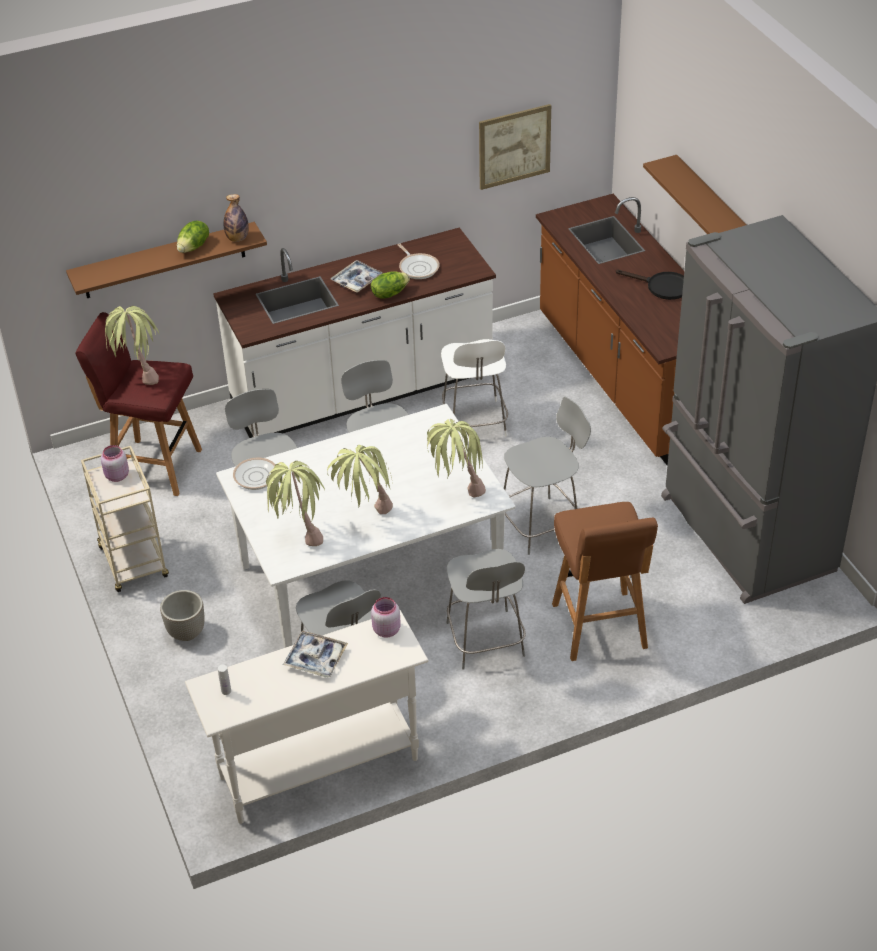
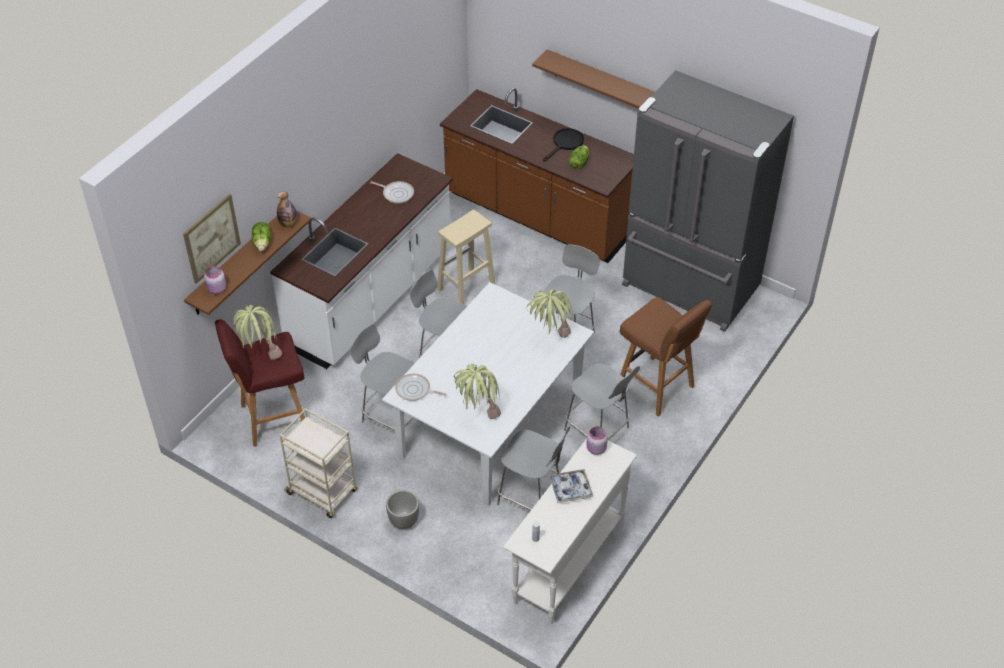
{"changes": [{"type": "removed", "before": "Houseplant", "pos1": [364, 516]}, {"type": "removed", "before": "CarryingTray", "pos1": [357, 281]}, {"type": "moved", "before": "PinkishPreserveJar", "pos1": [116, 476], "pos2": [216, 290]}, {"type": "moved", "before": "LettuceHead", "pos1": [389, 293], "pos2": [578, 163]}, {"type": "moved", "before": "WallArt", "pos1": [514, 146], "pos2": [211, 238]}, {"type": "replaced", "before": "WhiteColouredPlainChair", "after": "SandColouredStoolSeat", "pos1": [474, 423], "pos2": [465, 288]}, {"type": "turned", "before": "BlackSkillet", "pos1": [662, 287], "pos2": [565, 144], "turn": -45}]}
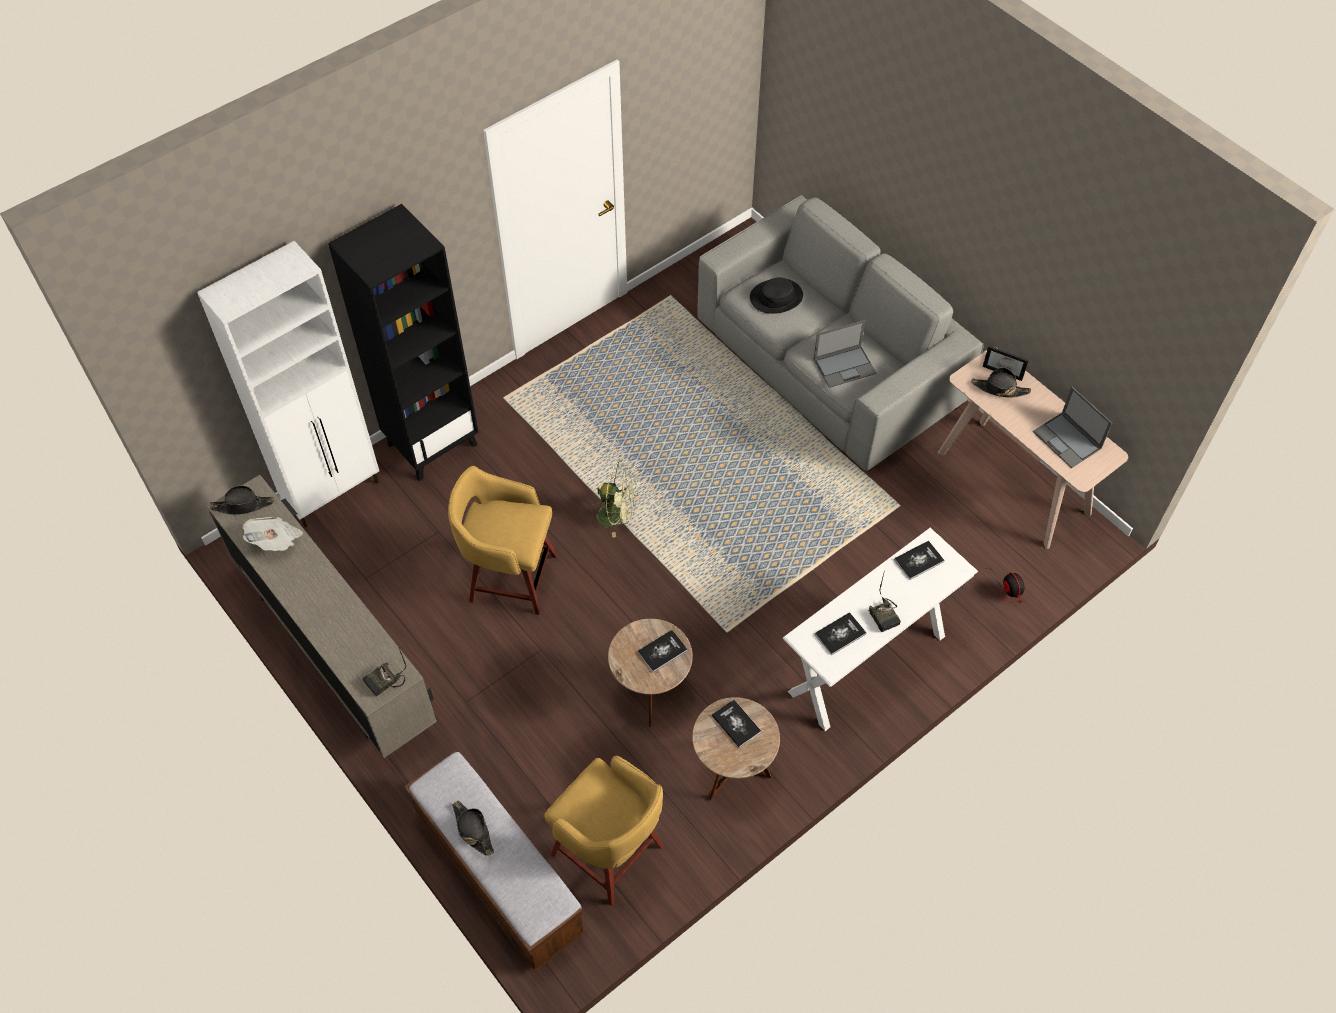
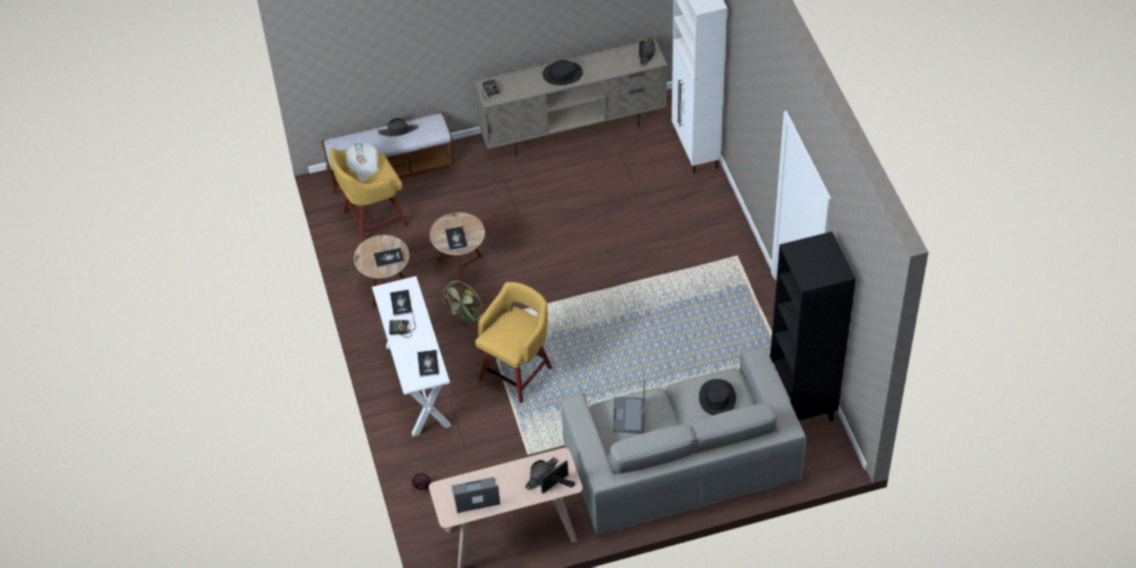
{"changes": [{"type": "added", "after": "BlackWearableHat", "pos2": [562, 74]}, {"type": "moved", "before": "DailyPaper", "pos1": [276, 541], "pos2": [363, 167]}, {"type": "moved", "before": "BlackBookshelf", "pos1": [432, 444], "pos2": [802, 404]}, {"type": "moved", "before": "YellowStoolSeat", "pos1": [510, 577], "pos2": [517, 372]}, {"type": "moved", "before": "GreenElectricFan", "pos1": [617, 516], "pos2": [468, 320]}]}
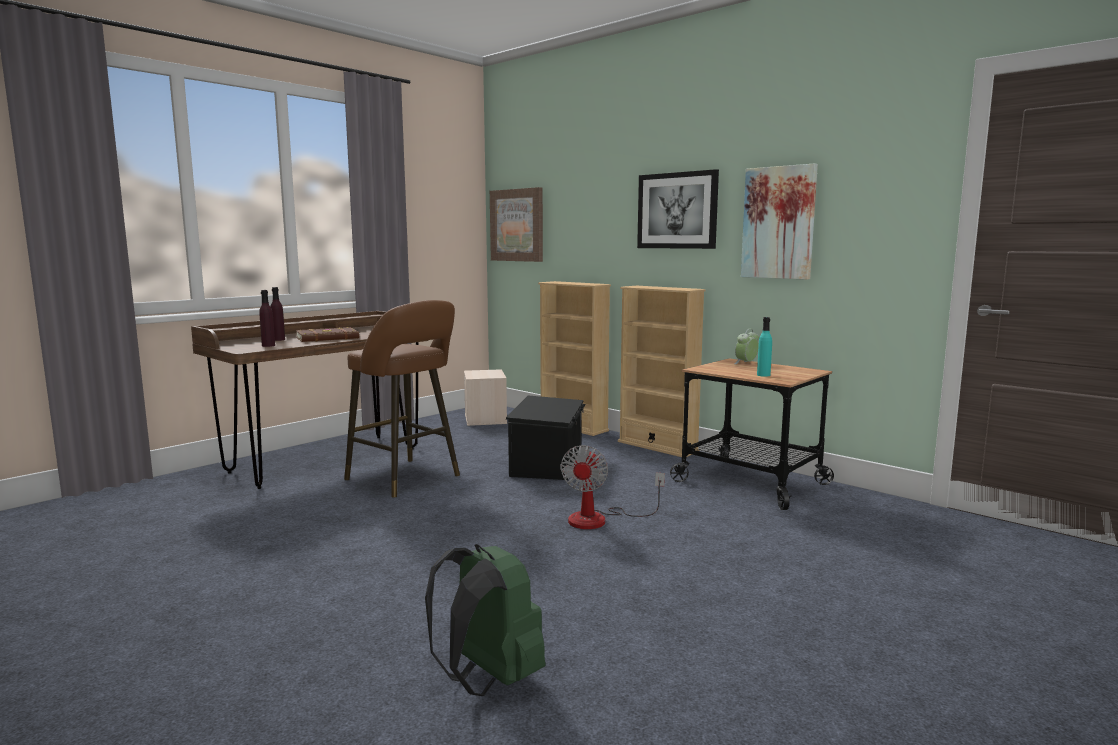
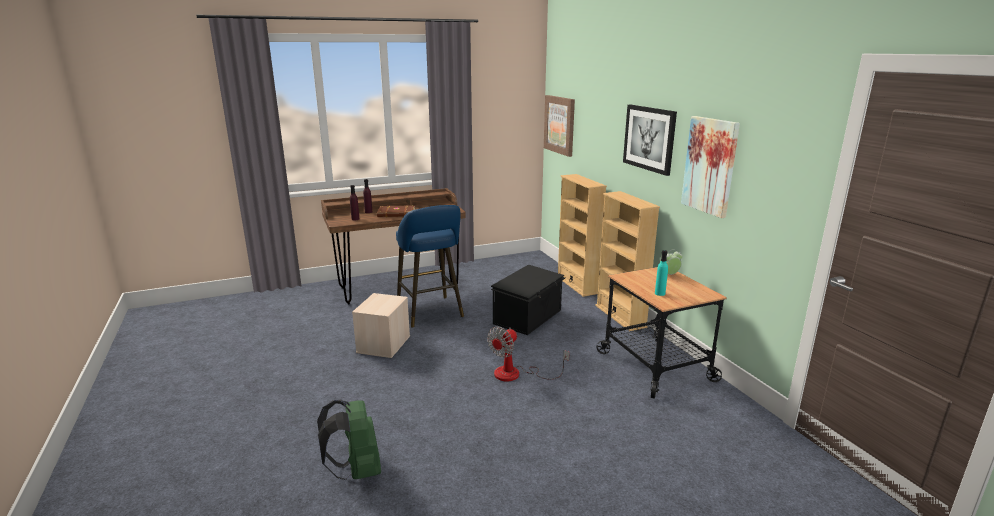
{"changes": [{"type": "moved", "before": "SandColouredStorageBin", "pos1": [486, 419], "pos2": [384, 344]}, {"type": "recoloured", "before": "BrownStoolSeat", "after": "BlueColouredStoolSeat", "pos1": [407, 479], "pos2": [431, 313]}]}
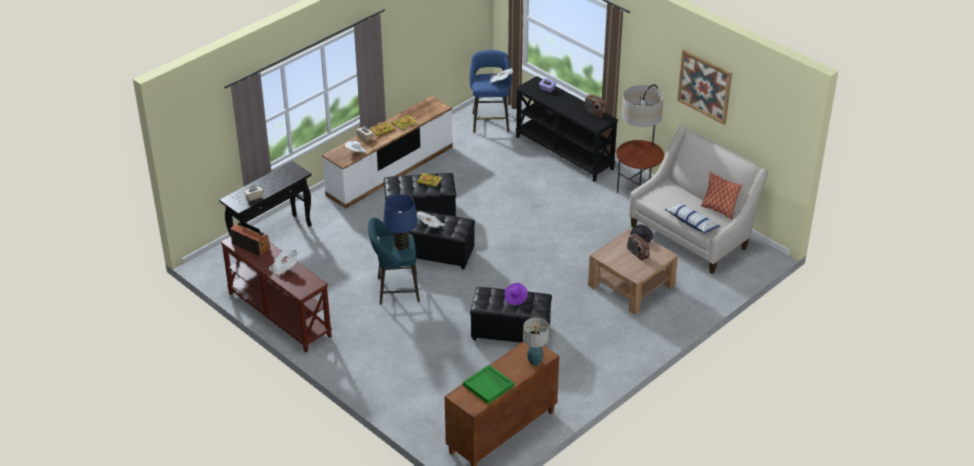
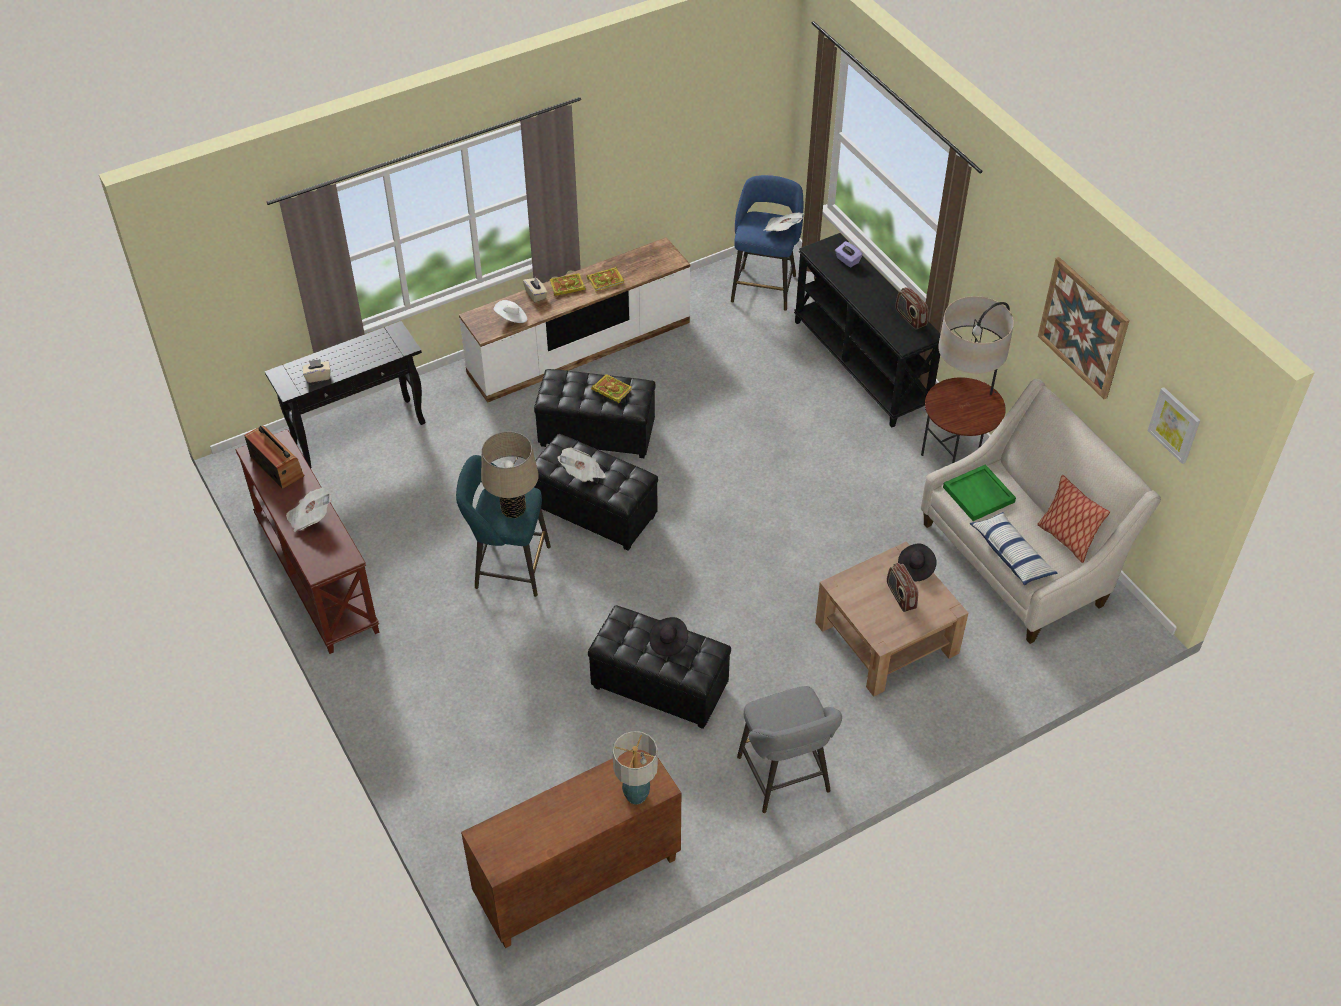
{"changes": [{"type": "added", "after": "GreyStoolSeat", "pos2": [785, 779]}, {"type": "added", "after": "WallArt", "pos2": [1175, 424]}, {"type": "moved", "before": "GreenCarryingTray", "pos1": [489, 385], "pos2": [979, 495]}, {"type": "recoloured", "before": "BlueColouredTabletopLamp", "after": "SandColouredTabletopLamp", "pos1": [401, 246], "pos2": [513, 509]}, {"type": "recoloured", "before": "PurpleColouredWearableHat", "after": "BlackWearableHat", "pos1": [515, 298], "pos2": [668, 642]}]}
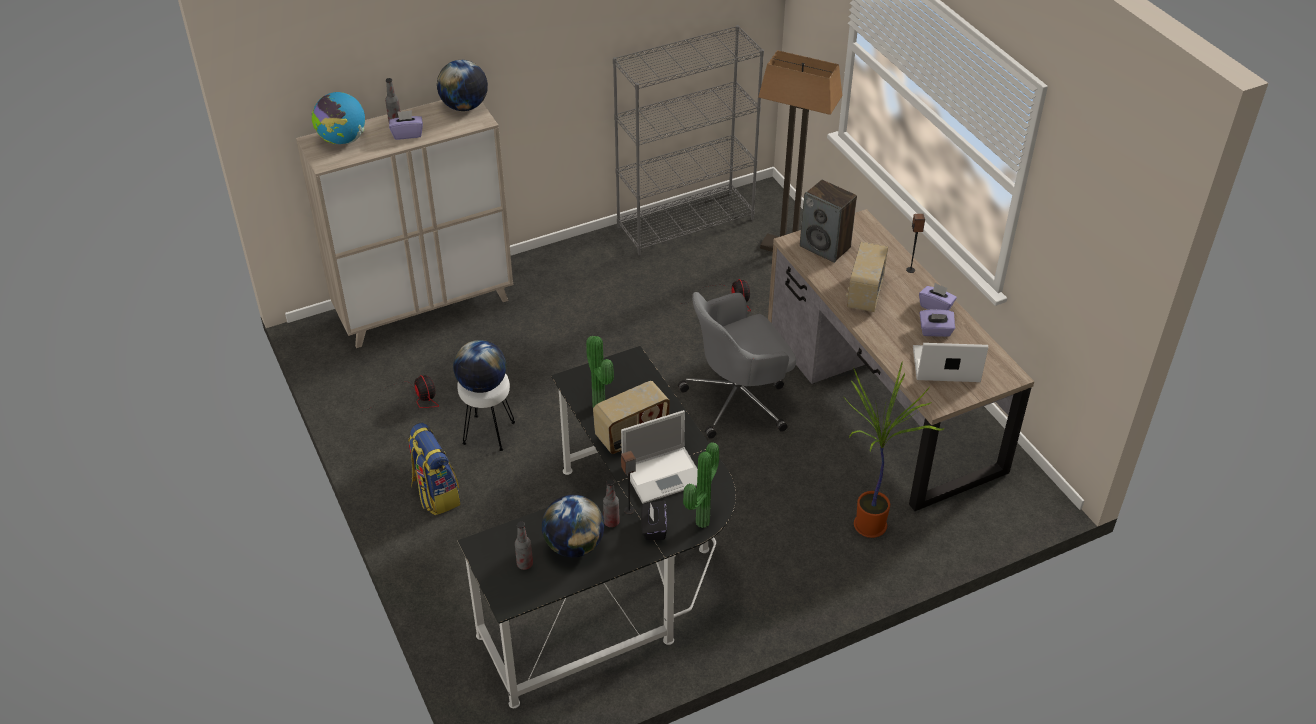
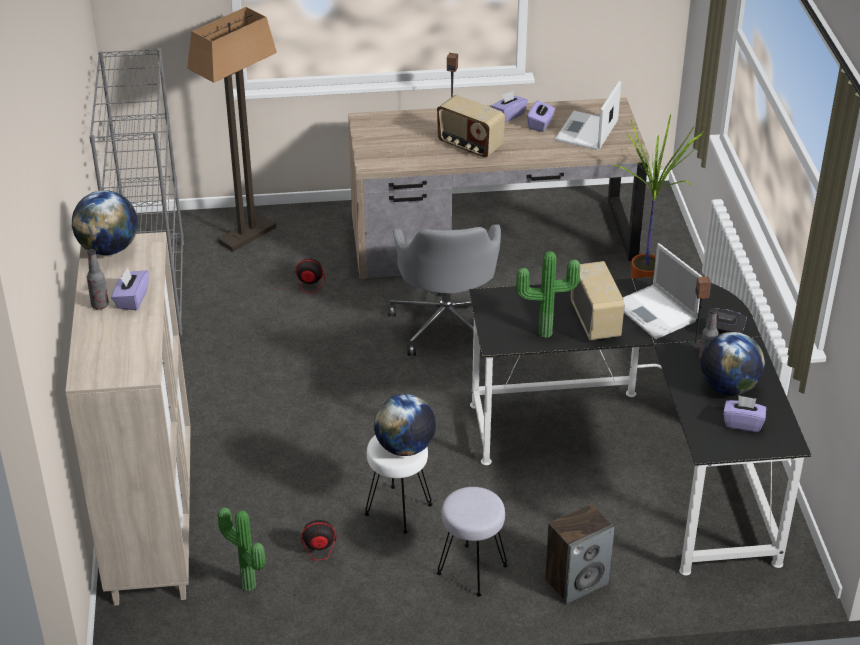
{"changes": [{"type": "removed", "before": "Globe", "pos1": [342, 140]}, {"type": "moved", "before": "Houseplant", "pos1": [700, 521], "pos2": [246, 587]}, {"type": "moved", "before": "Loudspeaker", "pos1": [825, 247], "pos2": [576, 581]}, {"type": "replaced", "before": "Rucksack", "after": "GreyStoolSeat", "pos1": [435, 494], "pos2": [471, 570]}, {"type": "replaced", "before": "BeverageBottle", "after": "PurpleColouredBoxOfTissues", "pos1": [525, 564], "pos2": [742, 423]}, {"type": "turned", "before": "PortableComputer", "pos1": [664, 474], "pos2": [656, 313], "turn": 150}]}
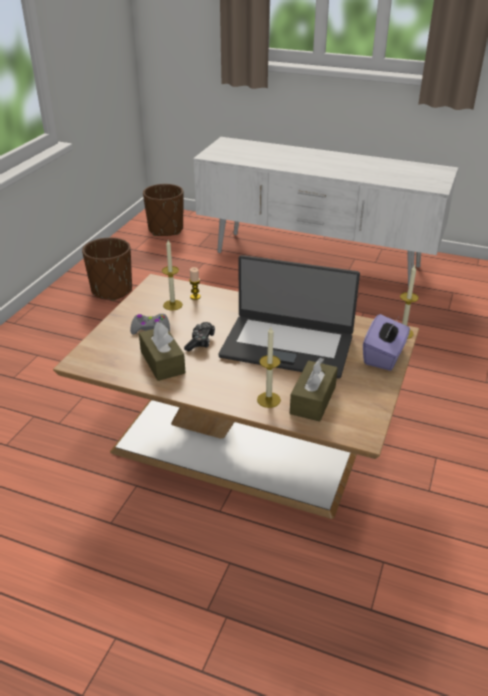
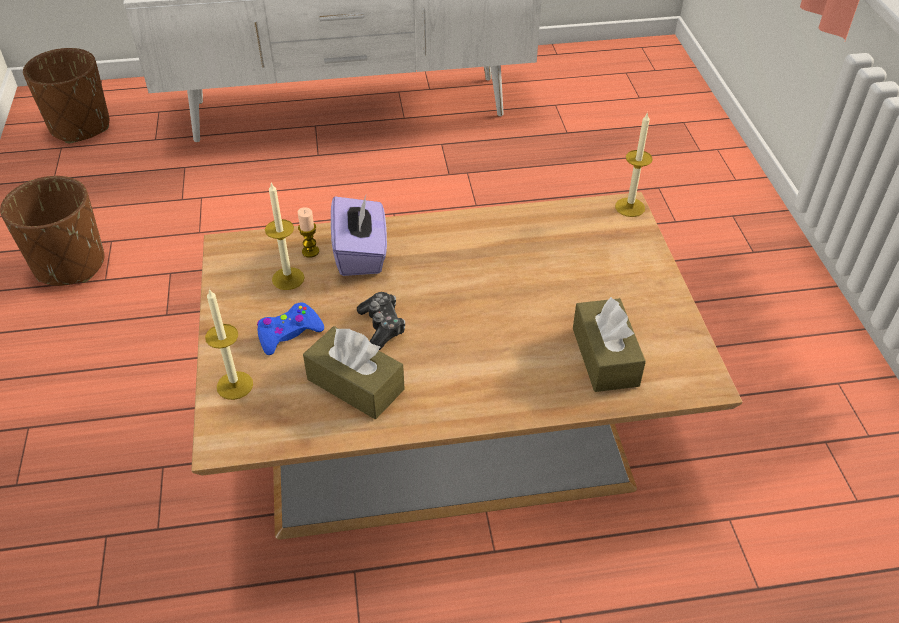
{"changes": [{"type": "removed", "before": "PortableComputer", "pos1": [287, 345]}, {"type": "moved", "before": "WaxCandle", "pos1": [268, 400], "pos2": [234, 385]}, {"type": "moved", "before": "PurpleColouredBoxOfTissues", "pos1": [384, 356], "pos2": [361, 254]}, {"type": "recoloured", "before": "GreyGamepad", "after": "BlueColouredGamepad", "pos1": [150, 328], "pos2": [289, 333]}]}
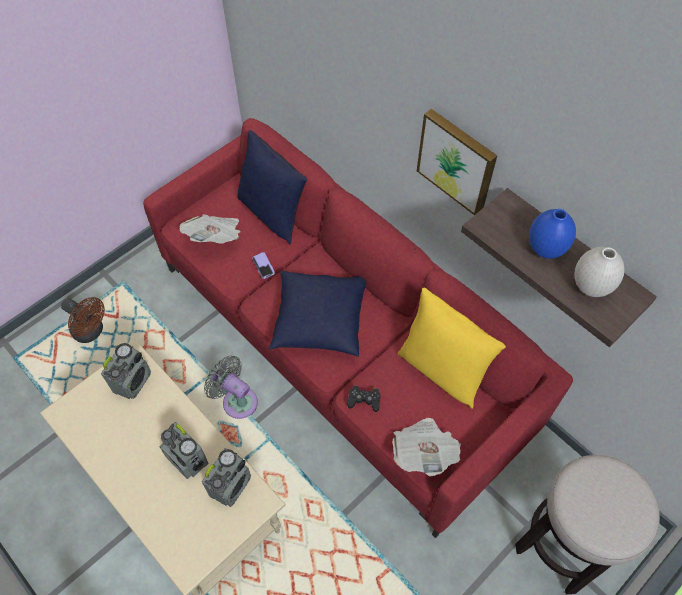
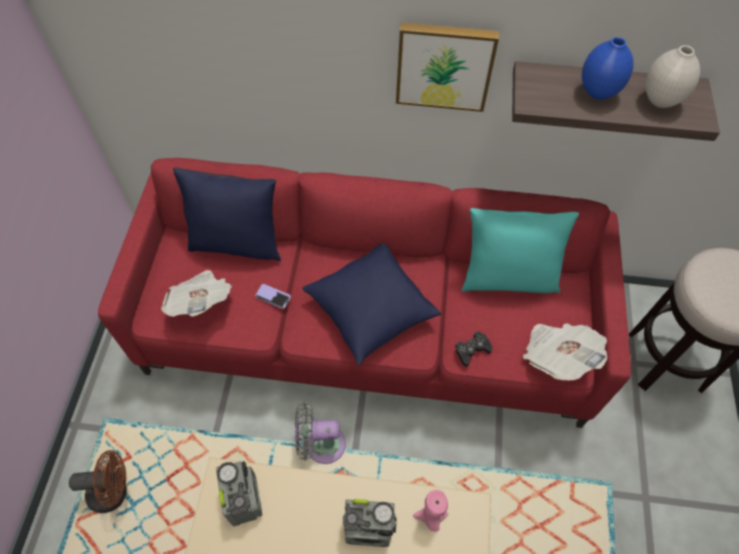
{"changes": [{"type": "replaced", "before": "RadioReceiver", "after": "PinkishWaxCandle", "pos1": [231, 485], "pos2": [430, 518]}, {"type": "recoloured", "before": "YellowCushion", "after": "TurquoiseColouredCushion", "pos1": [442, 369], "pos2": [507, 278]}]}
